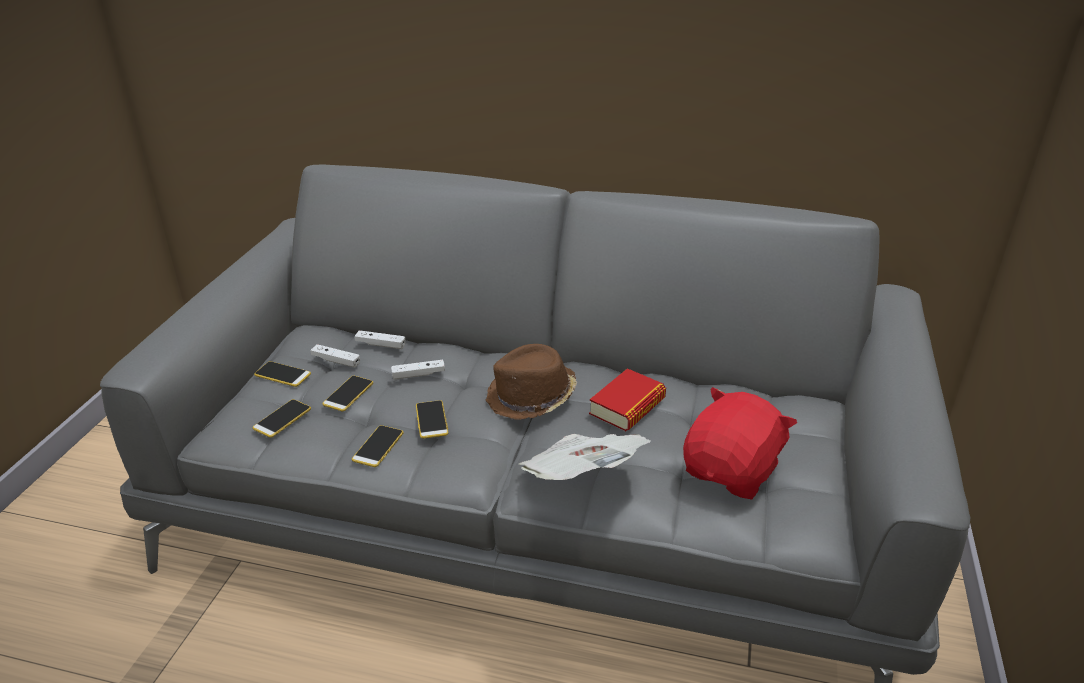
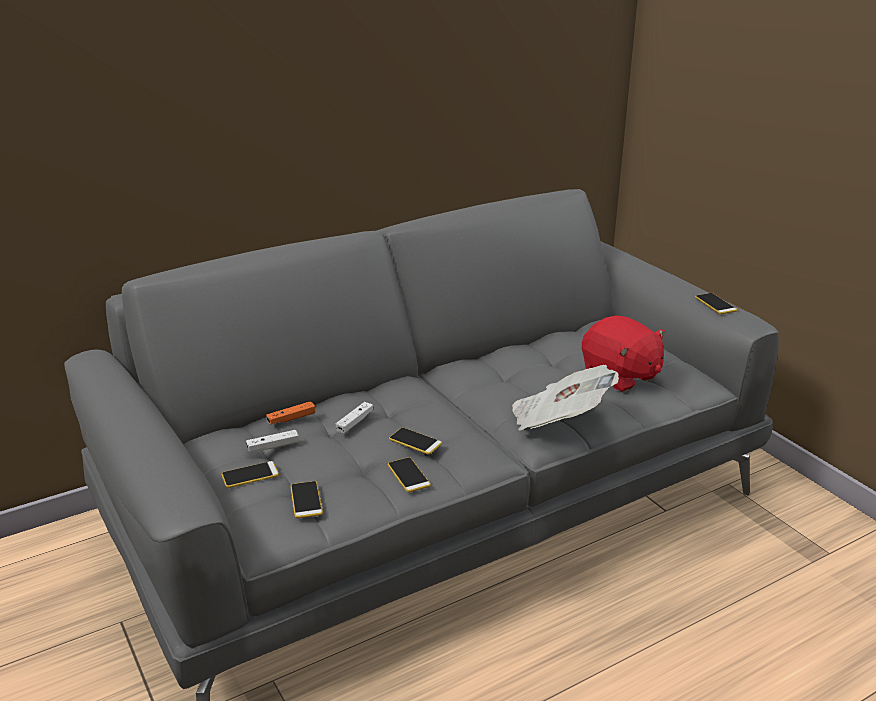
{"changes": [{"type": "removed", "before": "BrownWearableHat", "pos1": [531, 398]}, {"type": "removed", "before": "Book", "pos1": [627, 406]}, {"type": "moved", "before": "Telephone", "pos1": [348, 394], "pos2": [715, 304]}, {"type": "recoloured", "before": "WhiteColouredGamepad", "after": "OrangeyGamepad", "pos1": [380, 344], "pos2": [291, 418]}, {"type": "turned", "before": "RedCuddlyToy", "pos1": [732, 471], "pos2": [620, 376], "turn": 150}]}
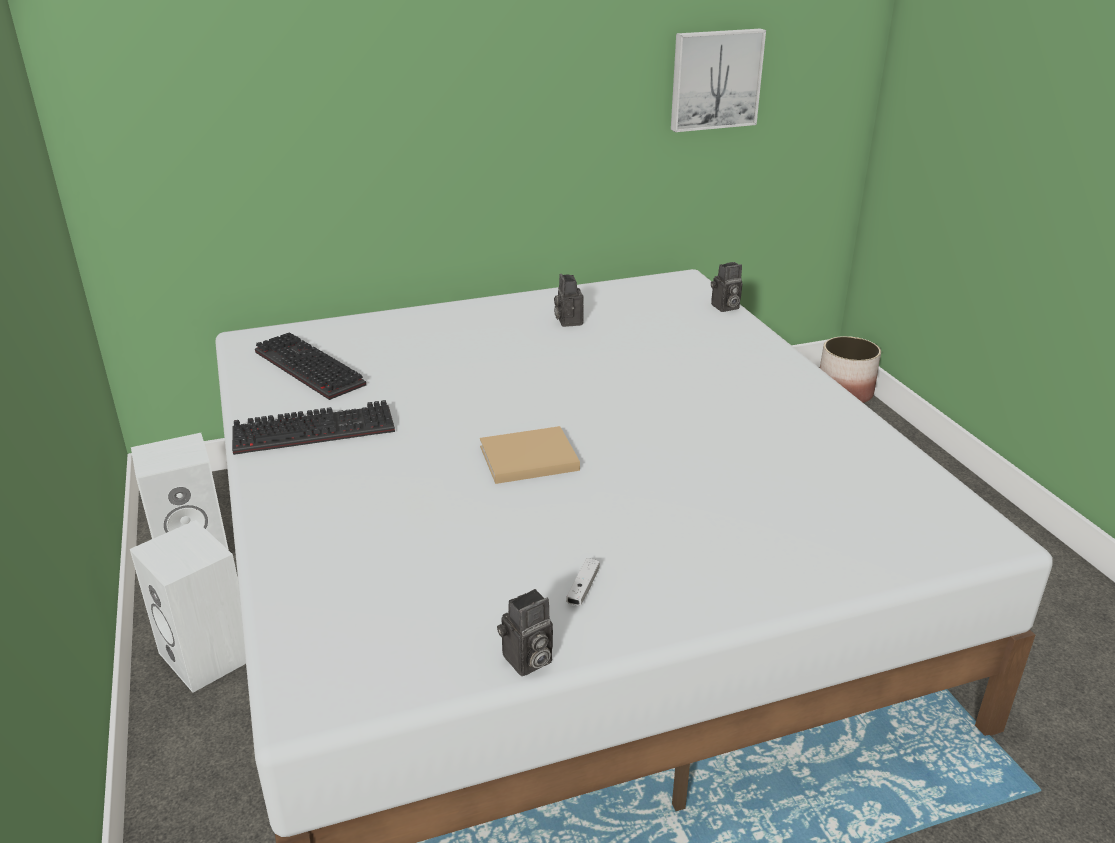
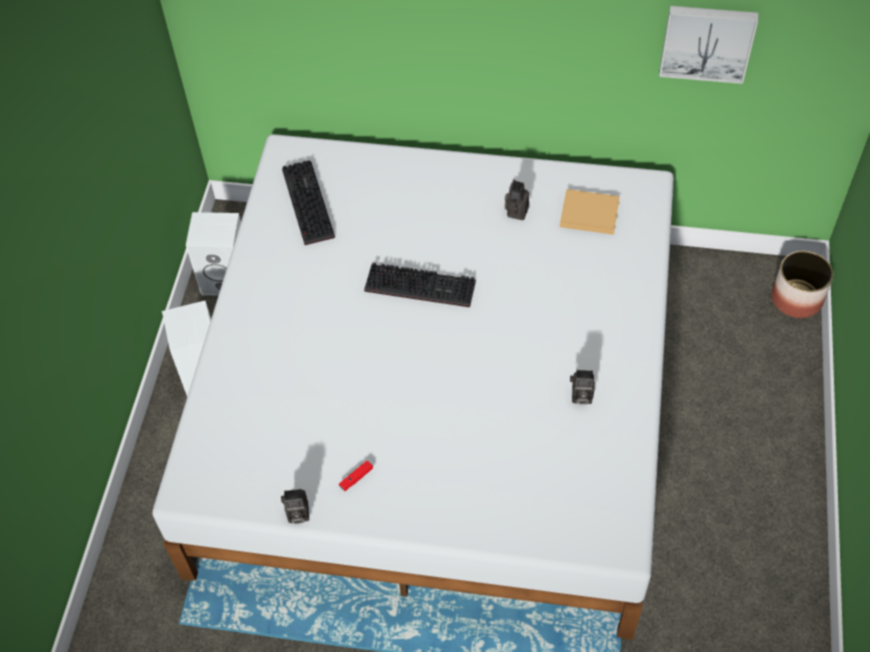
{"changes": [{"type": "moved", "before": "Keyboard", "pos1": [316, 429], "pos2": [422, 285]}, {"type": "moved", "before": "SandColouredBook", "pos1": [526, 458], "pos2": [587, 213]}, {"type": "moved", "before": "PhotoCamera", "pos1": [725, 307], "pos2": [580, 396]}, {"type": "recoloured", "before": "WhiteColouredGamepad", "after": "RedGamepad", "pos1": [583, 588], "pos2": [356, 478]}]}
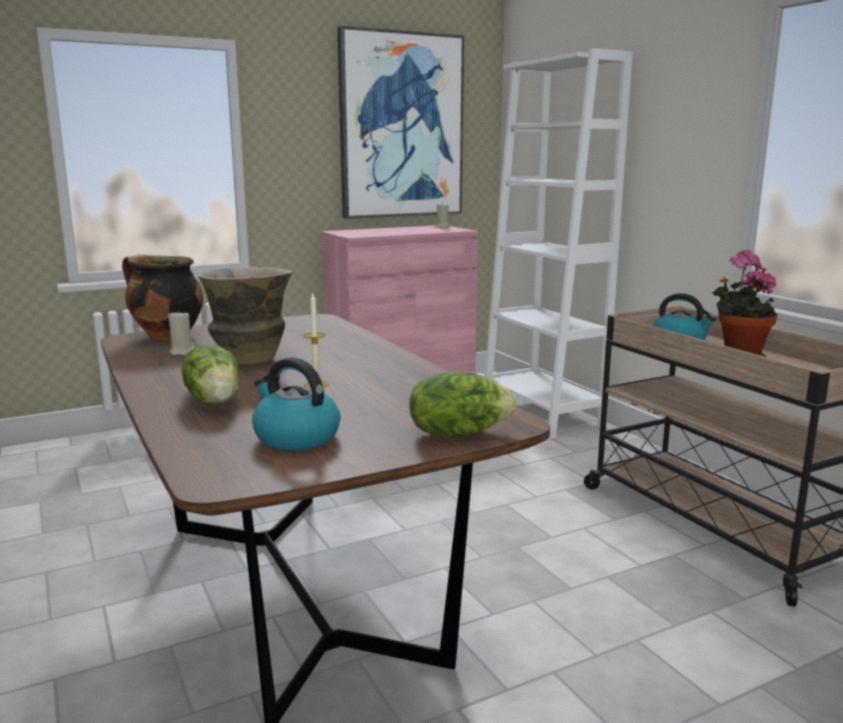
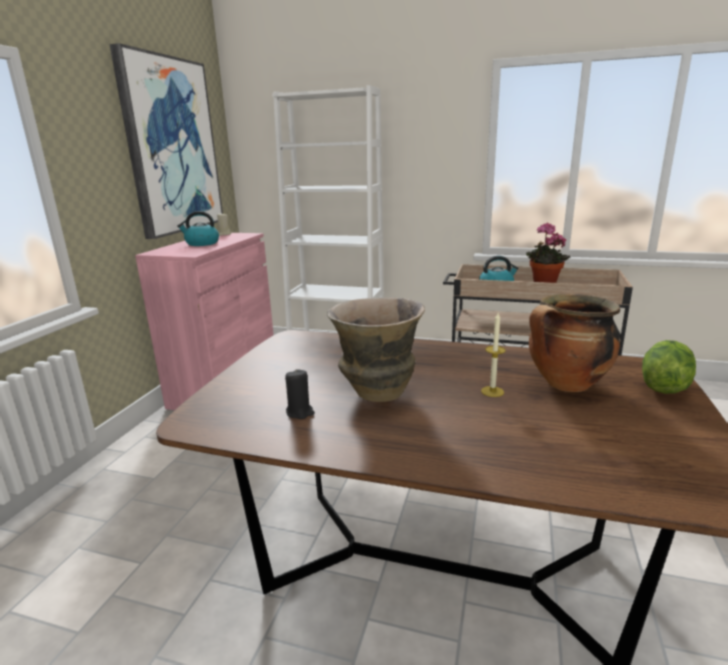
{"changes": [{"type": "removed", "before": "LettuceHead", "pos1": [215, 401]}, {"type": "moved", "before": "Stockpot", "pos1": [166, 336], "pos2": [566, 385]}, {"type": "moved", "before": "WaterKettle", "pos1": [295, 438], "pos2": [201, 243]}, {"type": "recoloured", "before": "SandColouredWaxCandle", "after": "BlackWaxCandle", "pos1": [182, 352], "pos2": [300, 412]}]}
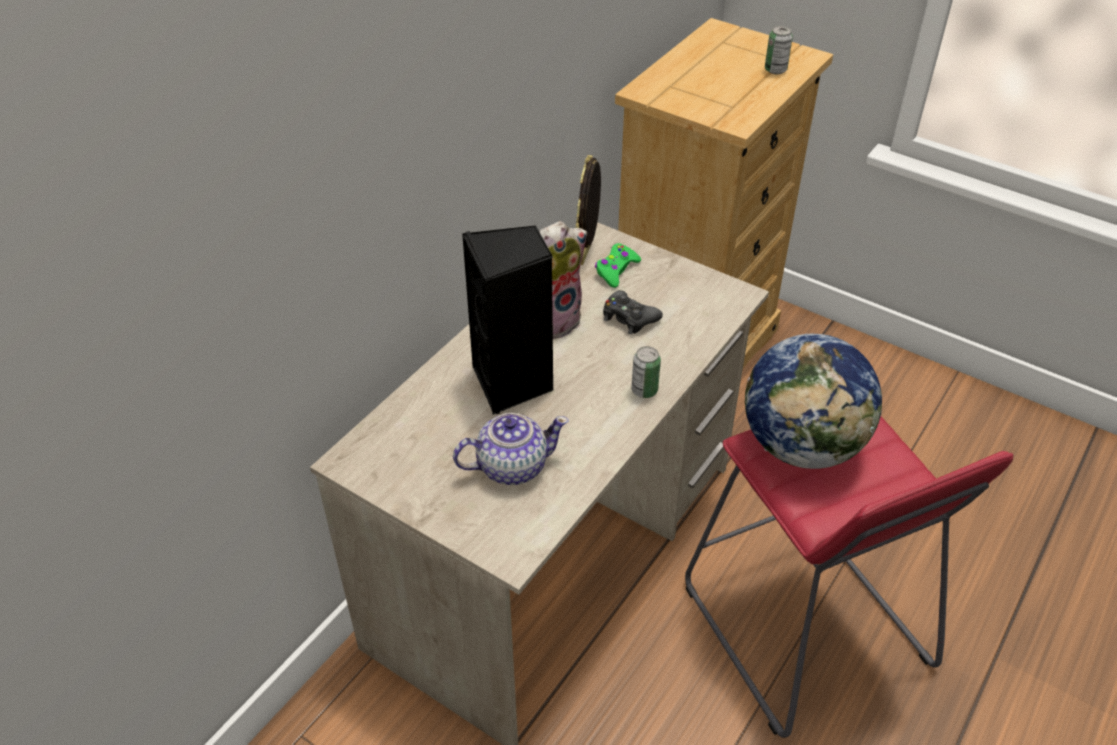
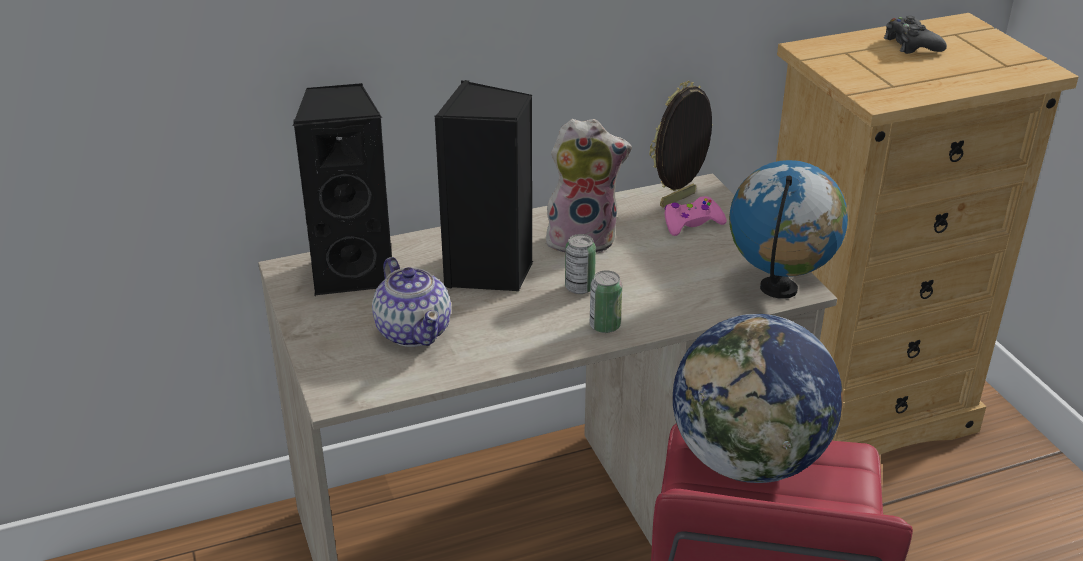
{"changes": [{"type": "added", "after": "BlackLoudspeaker", "pos2": [354, 272]}, {"type": "added", "after": "Globe", "pos2": [779, 289]}, {"type": "moved", "before": "BlackGamepad", "pos1": [629, 318], "pos2": [911, 44]}, {"type": "moved", "before": "SealedCan", "pos1": [775, 70], "pos2": [579, 288]}, {"type": "recoloured", "before": "GreenGamepad", "after": "PinkishGamepad", "pos1": [616, 270], "pos2": [691, 223]}, {"type": "turned", "before": "Teapot", "pos1": [511, 466], "pos2": [414, 331], "turn": 45}]}
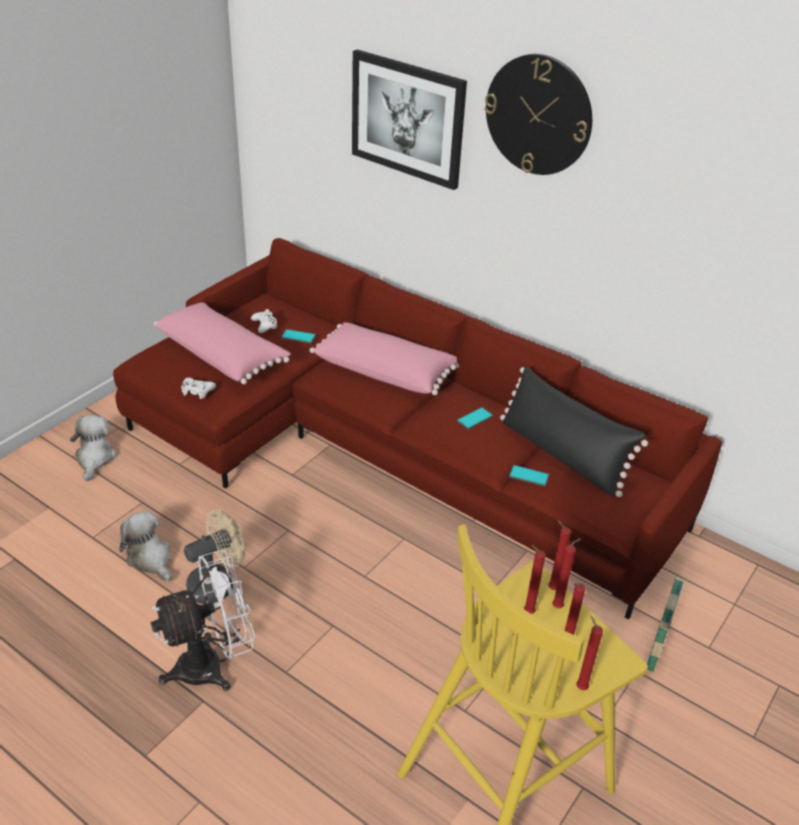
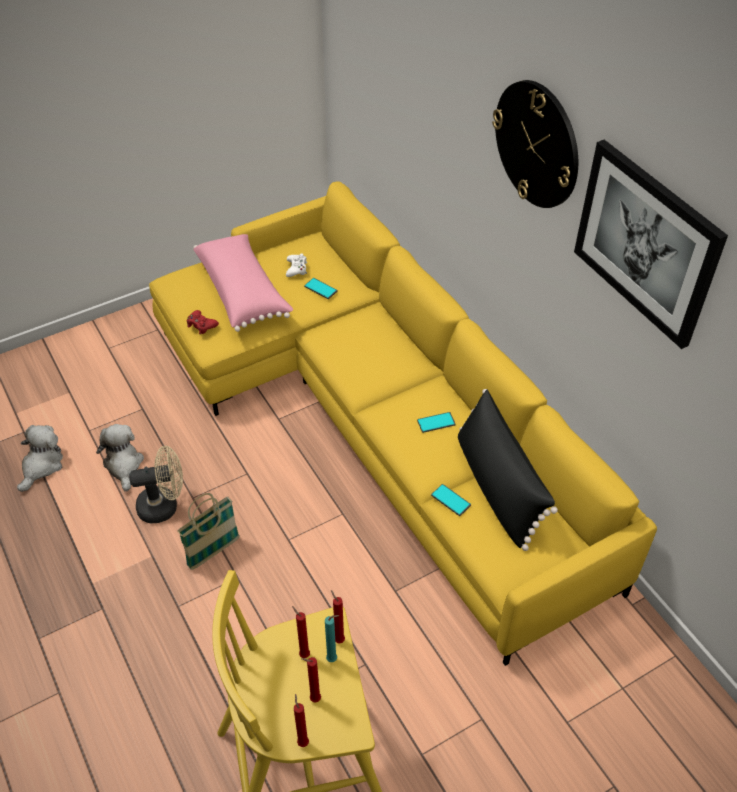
{"changes": [{"type": "removed", "before": "WhiteColouredElectricFan", "pos1": [212, 664]}, {"type": "removed", "before": "PinkishCushion", "pos1": [385, 371]}, {"type": "moved", "before": "CuddlyToy", "pos1": [94, 458], "pos2": [42, 465]}, {"type": "moved", "before": "WallArt", "pos1": [407, 118], "pos2": [646, 243]}, {"type": "moved", "before": "Basket", "pos1": [656, 649], "pos2": [213, 552]}, {"type": "recoloured", "before": "RedCouch", "after": "YellowCouch", "pos1": [390, 451], "pos2": [378, 420]}, {"type": "recoloured", "before": "WhiteColouredGamepad", "after": "RedGamepad", "pos1": [197, 391], "pos2": [201, 325]}, {"type": "recoloured", "before": "RedWaxCandle", "after": "TurquoiseColouredWaxCandle", "pos1": [559, 606], "pos2": [333, 659]}]}
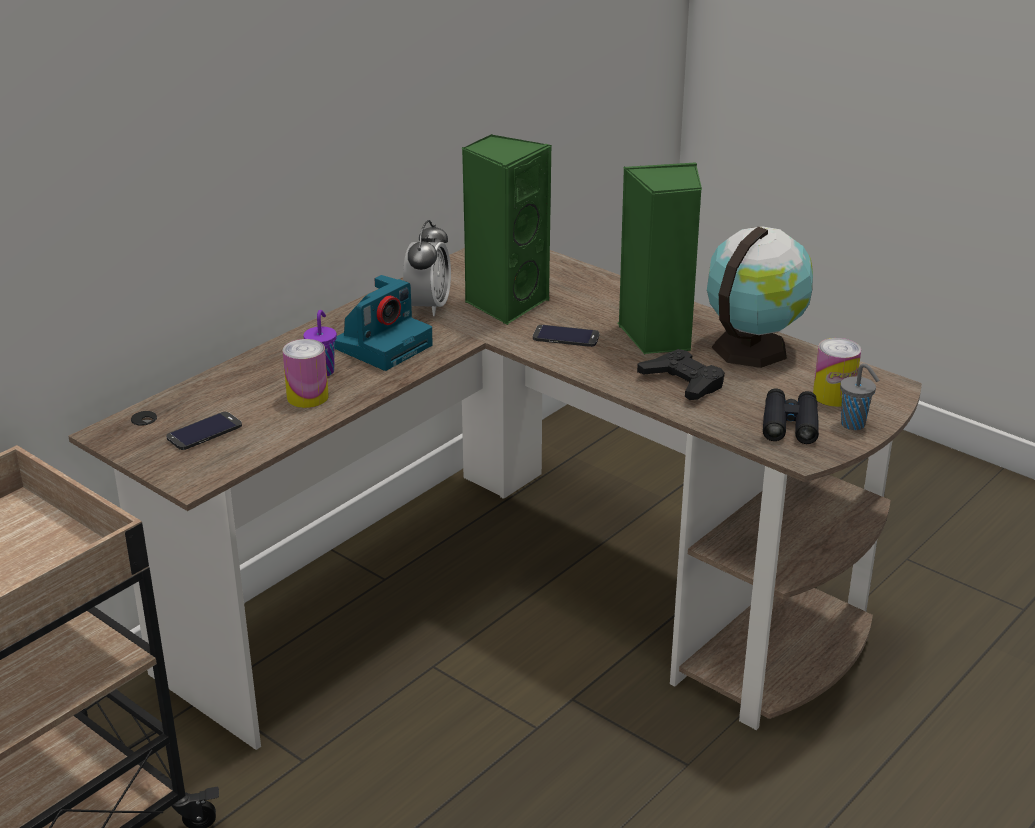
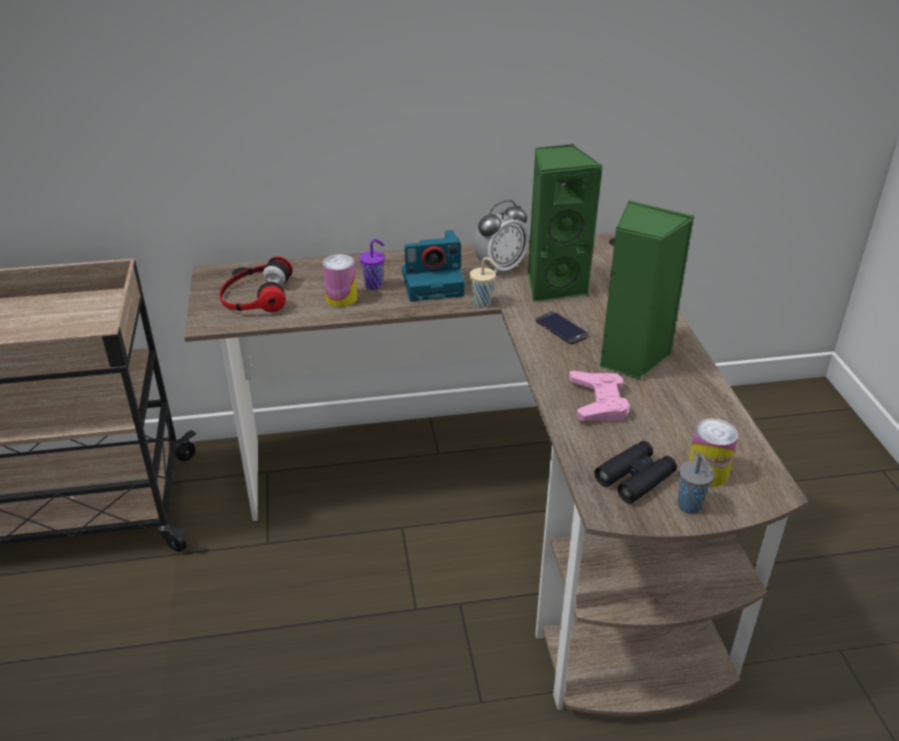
{"changes": [{"type": "removed", "before": "Globe", "pos1": [752, 347]}, {"type": "added", "after": "SandColouredDrinkingCup", "pos2": [483, 303]}, {"type": "replaced", "before": "Telephone", "after": "PairOfHeadphones", "pos1": [204, 431], "pos2": [255, 295]}, {"type": "recoloured", "before": "BlackGamepad", "after": "PinkishGamepad", "pos1": [683, 382], "pos2": [598, 402]}]}
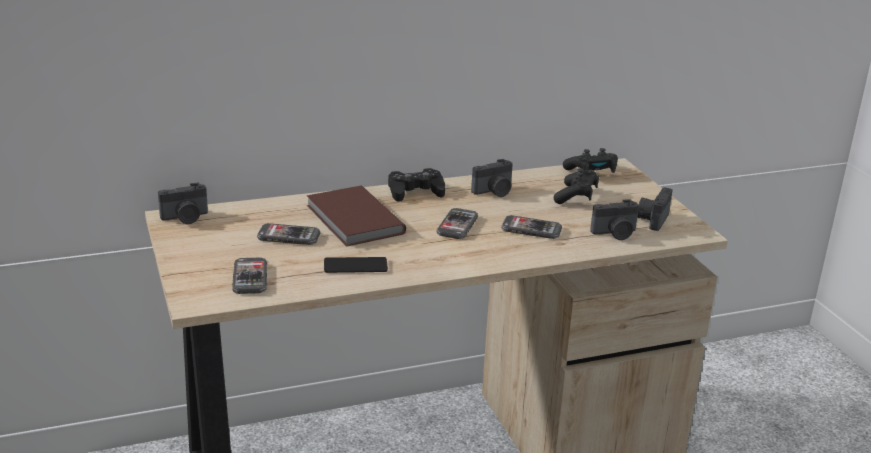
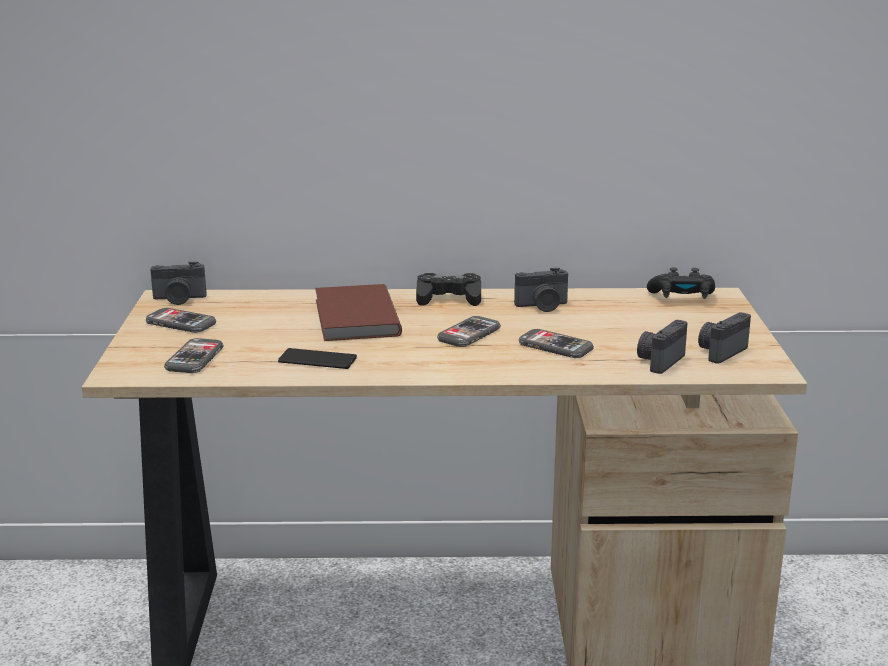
{"changes": [{"type": "removed", "before": "BlackGamepad", "pos1": [576, 196]}, {"type": "moved", "before": "Telephone", "pos1": [288, 236], "pos2": [181, 323]}, {"type": "turned", "before": "PhotoCamera", "pos1": [615, 233], "pos2": [659, 361], "turn": 120}]}
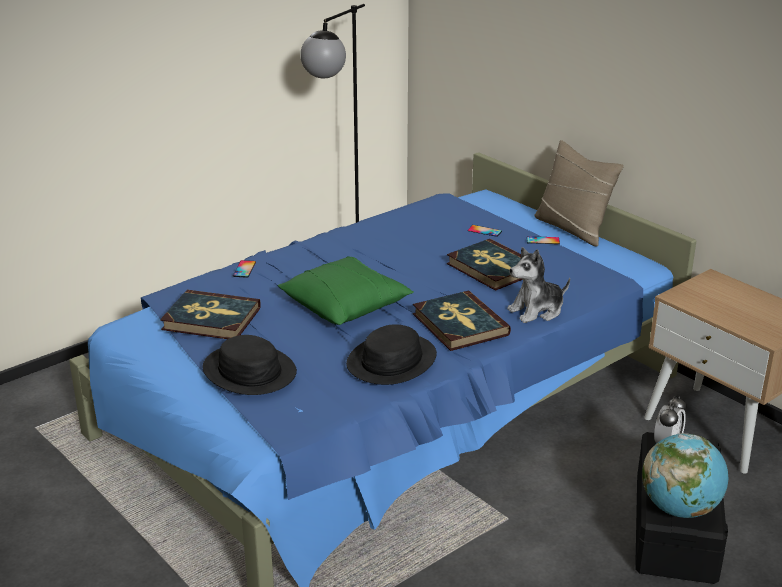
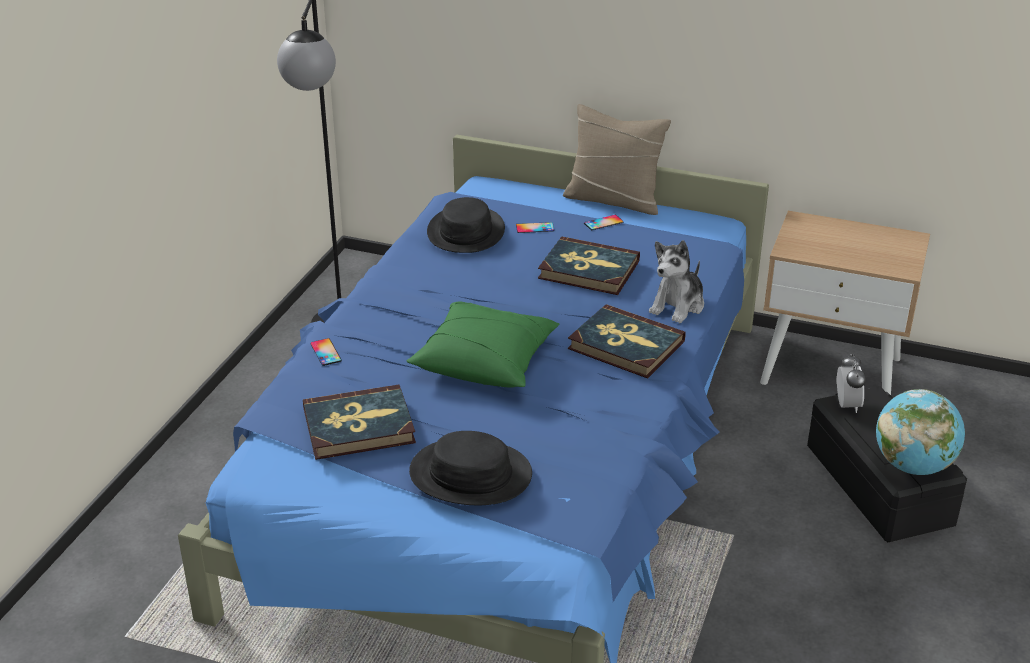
{"changes": [{"type": "moved", "before": "BlackWearableHat", "pos1": [392, 361], "pos2": [466, 232]}]}
